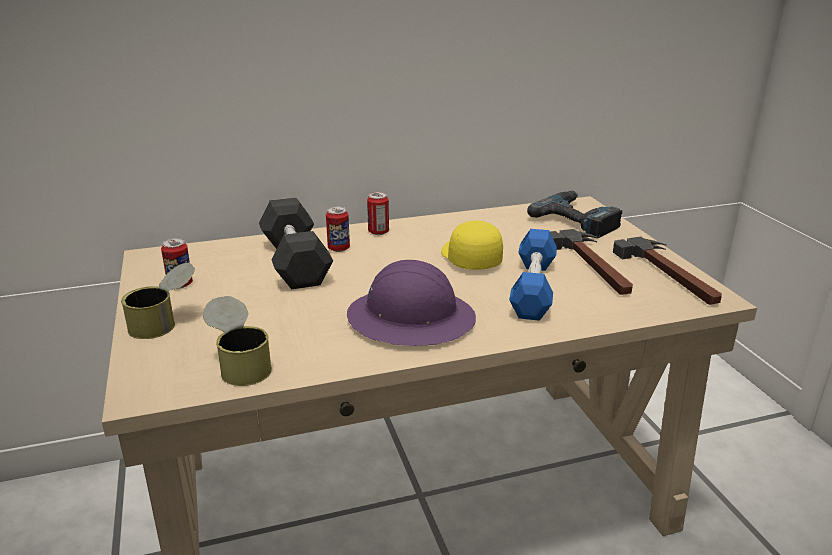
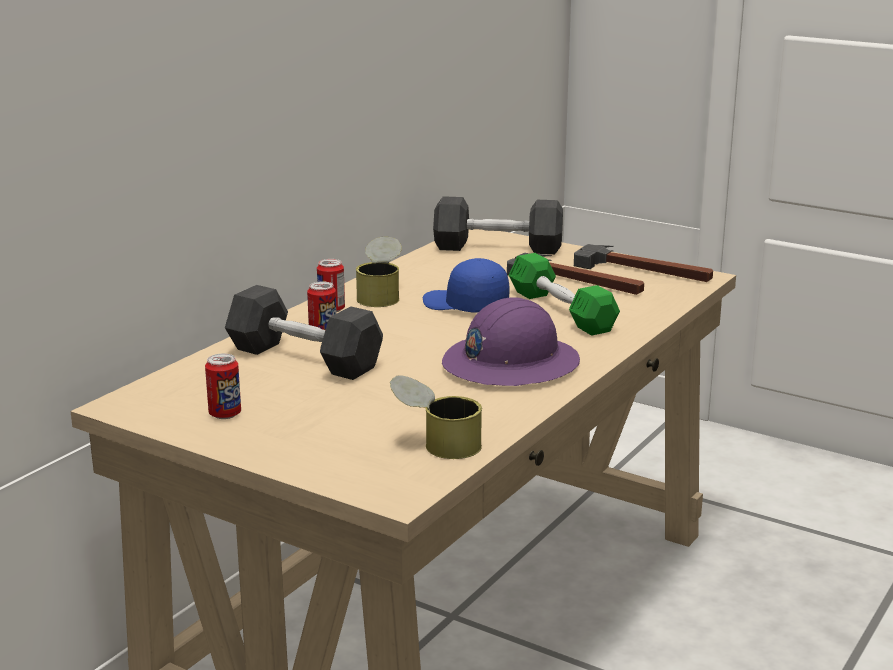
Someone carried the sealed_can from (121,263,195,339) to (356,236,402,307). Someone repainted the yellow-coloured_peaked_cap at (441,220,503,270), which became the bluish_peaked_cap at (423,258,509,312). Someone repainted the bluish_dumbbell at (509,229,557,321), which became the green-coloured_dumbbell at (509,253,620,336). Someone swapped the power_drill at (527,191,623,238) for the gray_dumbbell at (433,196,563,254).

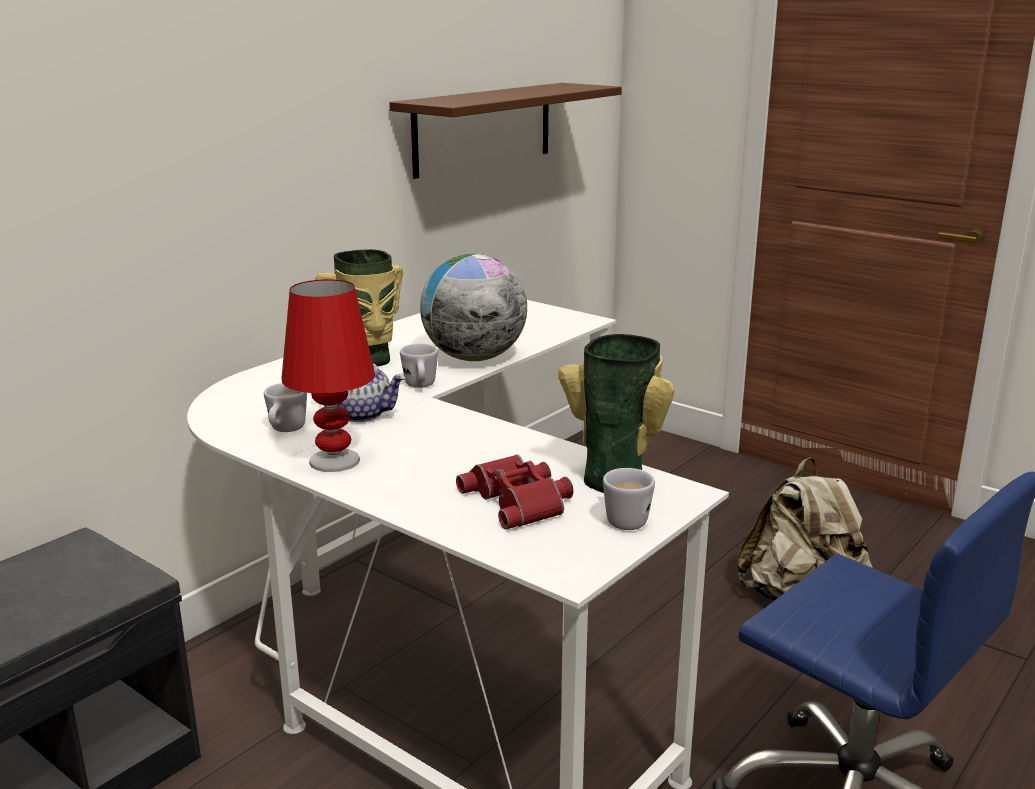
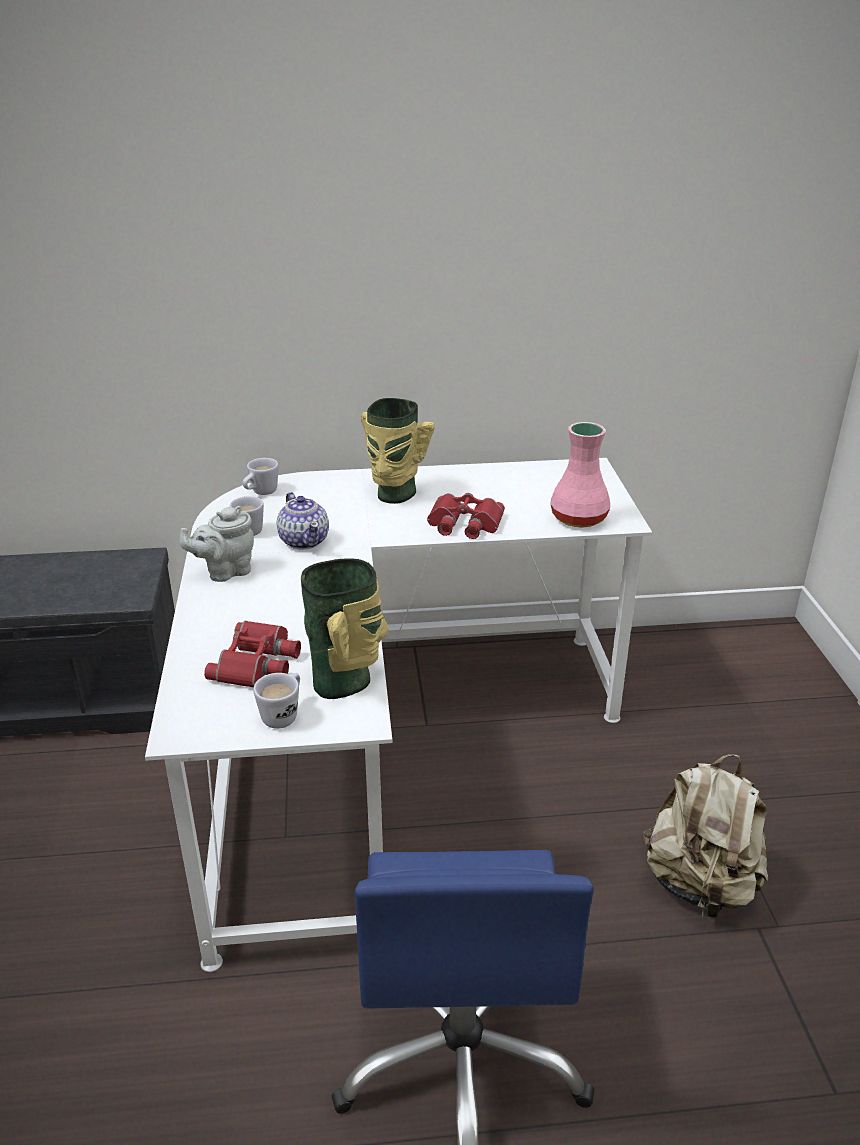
Someone swapped the red_table_lamp at (281,279,375,472) for the gray_tea_pot at (180,506,254,582). Someone took away the brown_bracket_shelf at (389,83,622,179). Someone carried the white-coloured_tea_mug from (400,344,438,388) to (243,458,279,495). Someone swapped the desk_globe at (420,254,527,361) for the red_binoculars at (427,493,505,539). Someone put down the pink-coloured_decorative_vase at (550,422,610,528).

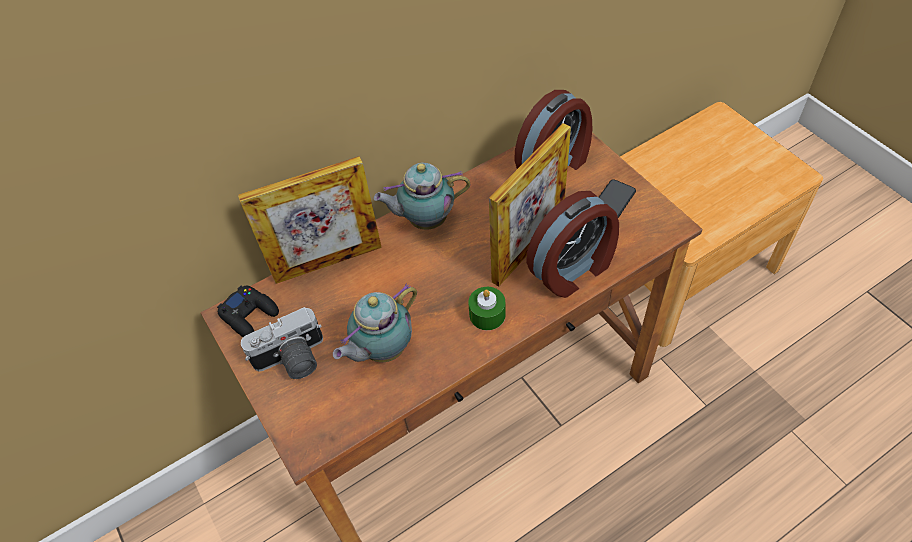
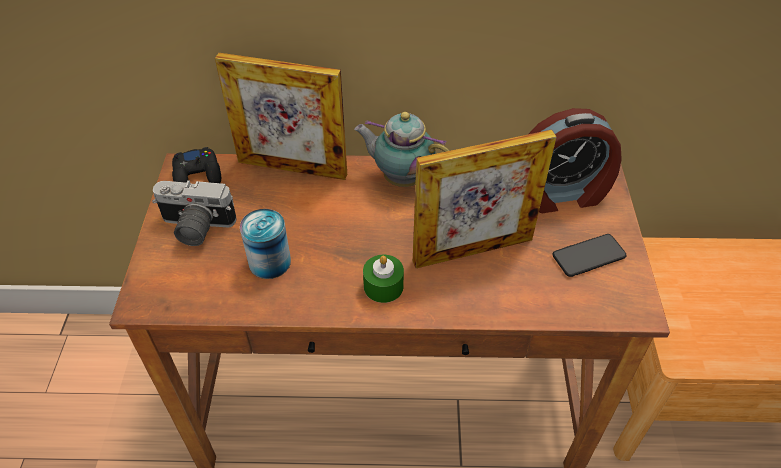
Someone swapped the tea_pot at (333,283,417,362) for the sealed_can at (240,209,291,279). Someone took away the bedside_clock at (526,191,619,298).

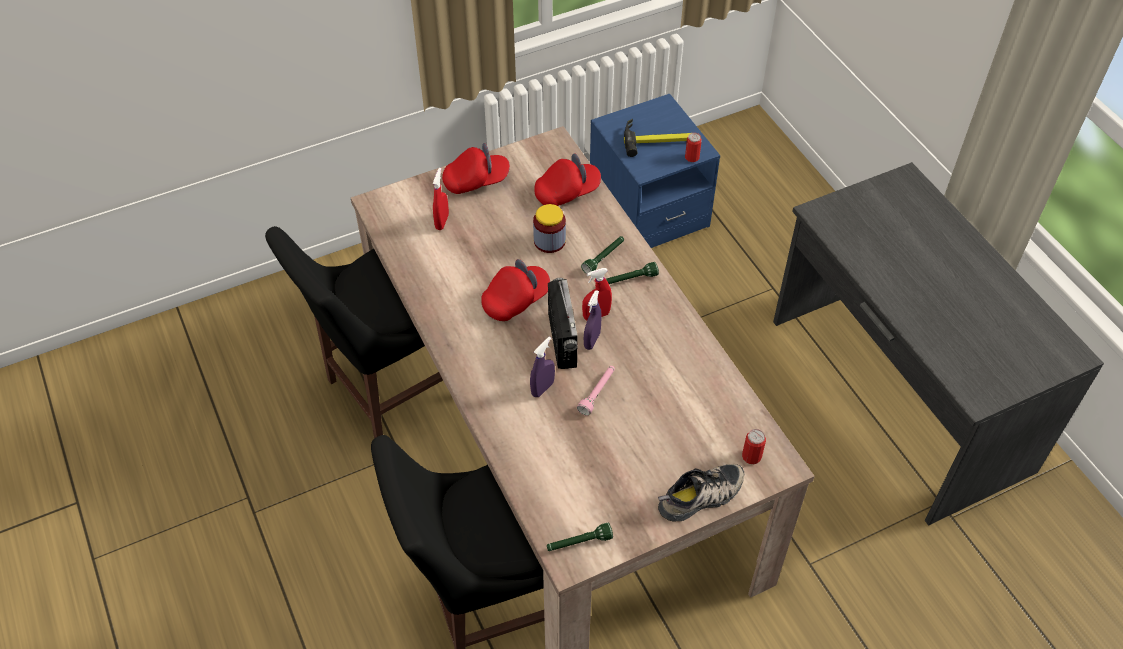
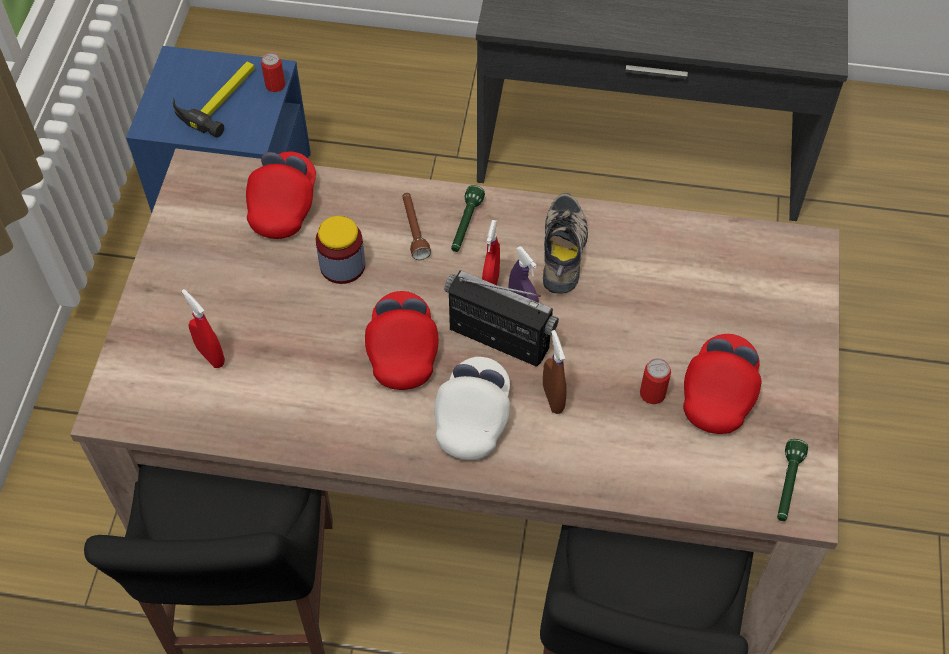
Someone carried the red_peaked_cap from (442,143,510,194) to (683,334,761,434). Someone repainted the purplish_spray_bottle at (530,337,555,397), which became the brown_spray_bottle at (543,330,567,414). Someone took away the pink-coloured_hand_torch at (577,366,615,416). Someone repainted the green-coloured_hand_torch at (581,236,624,274), which became the brown_hand_torch at (402,193,431,260). Someone carried the low_shoe from (658,464,744,522) to (543,193,588,294). Someone carried the sealed_can from (742,429,766,464) to (640,358,671,404). Someone put down the white-coloured_peaked_cap at (434,357,510,460).

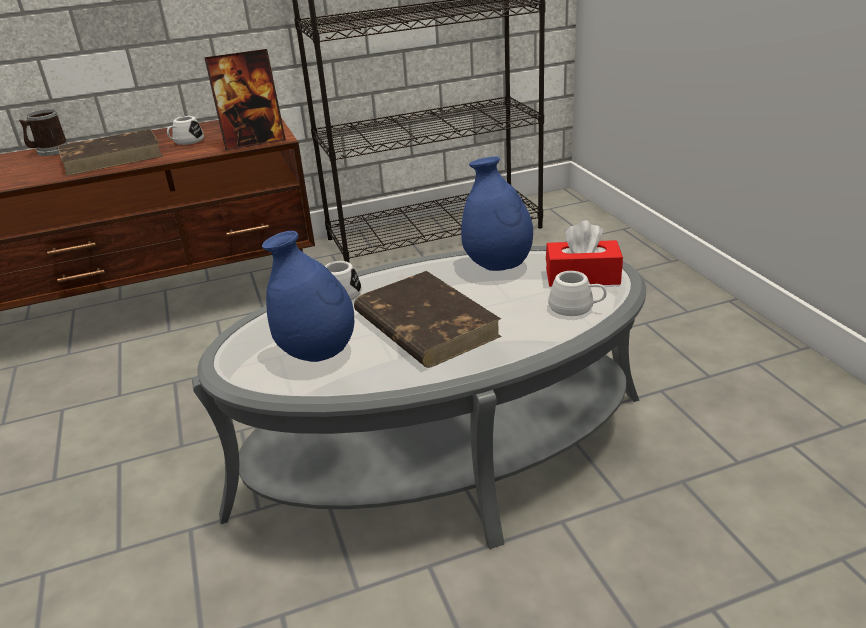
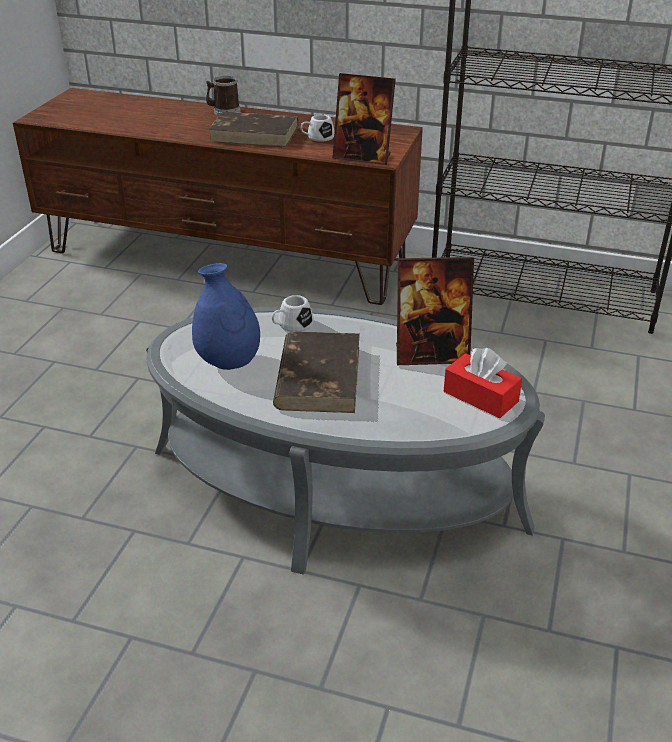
Someone swapped the bluish_decorative_vase at (461,156,533,271) for the picture_frame at (396,257,474,365). Someone took away the white-coloured_tea_mug at (548,271,607,316).

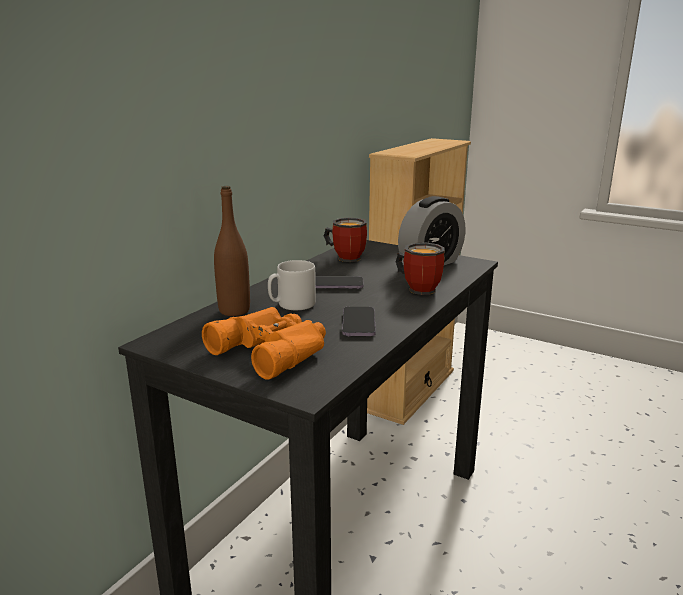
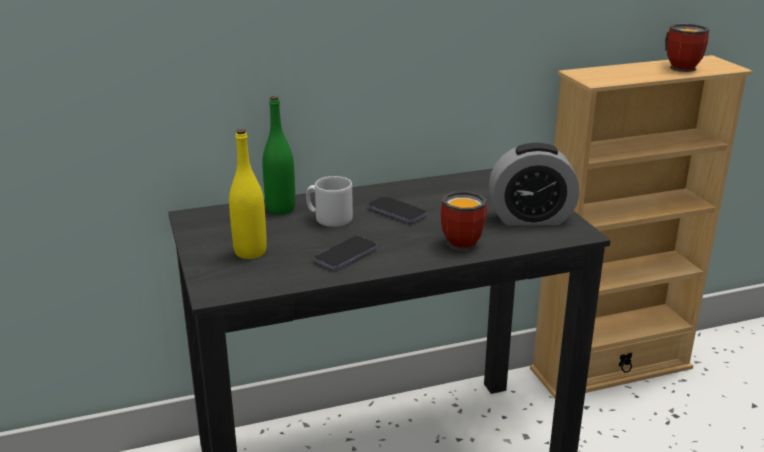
Someone swapped the orange_binoculars at (202,307,326,380) for the yellow-coloured_beverage_bottle at (229,129,267,259). Someone repainted the brown_beverage_bottle at (214,186,250,316), which became the green-coloured_beverage_bottle at (262,96,295,215). Someone carried the tea_mug from (324,218,367,262) to (665,24,710,72).

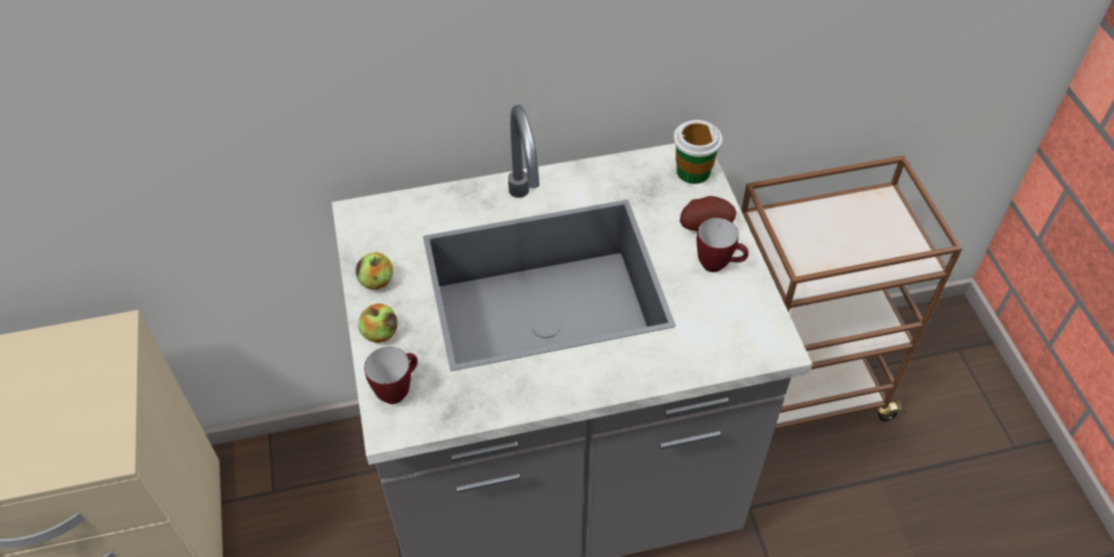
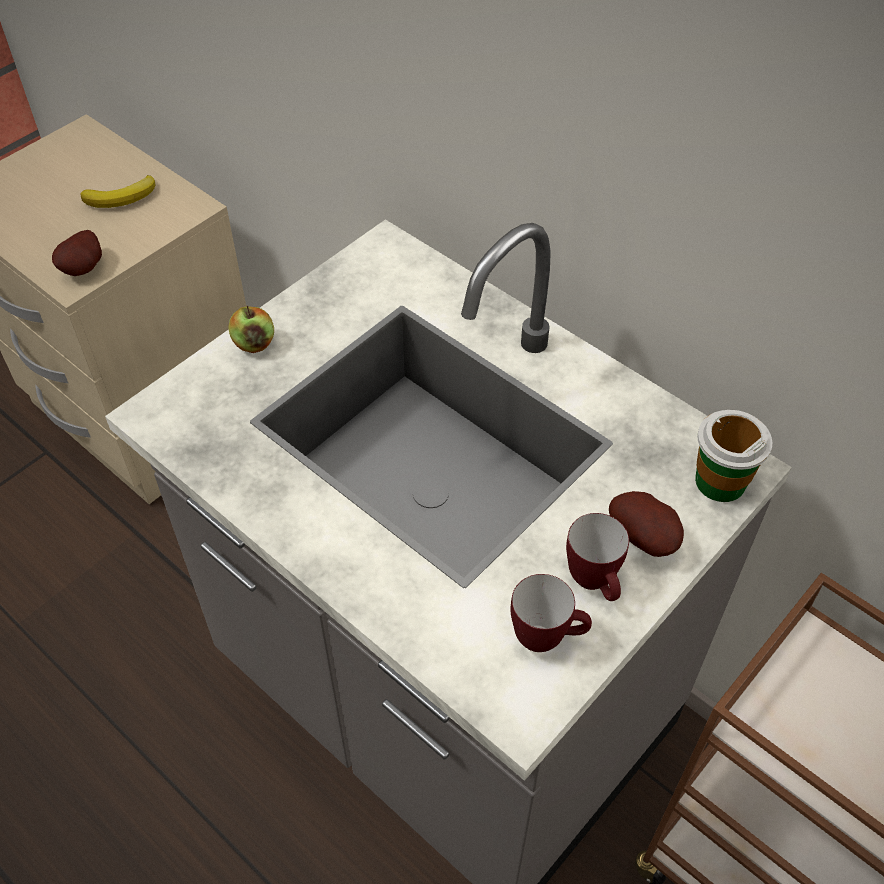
Someone took away the whole_apple at (356,252,393,289). Someone carried the tea_mug from (364,347,418,404) to (511,574,592,652). Someone put down the spud at (52,230,102,276). Someone put down the whole_banana at (81,175,155,208).

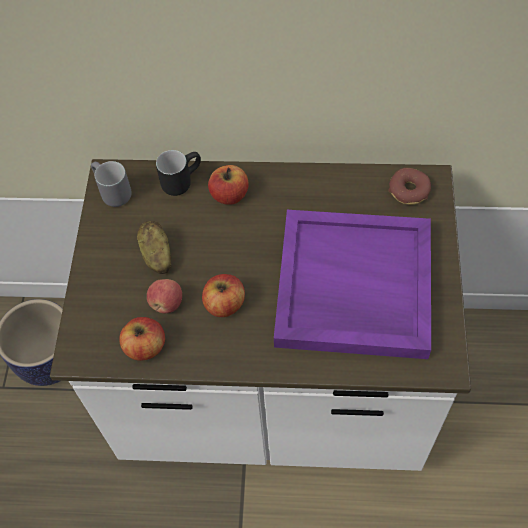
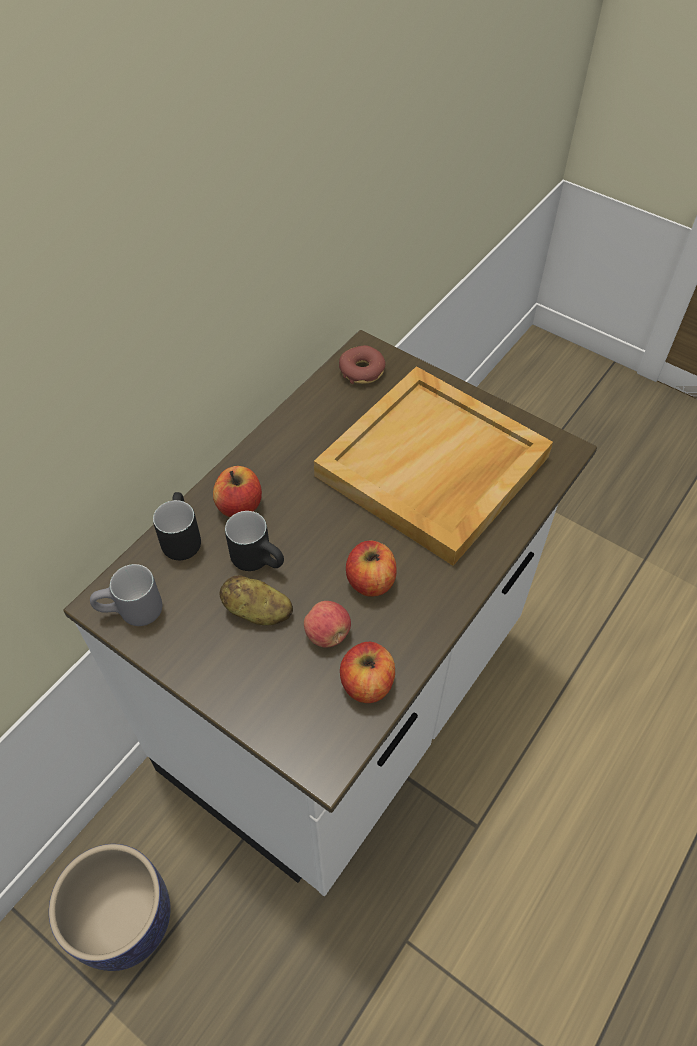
Someone repainted the purplish_serving_tray at (274,210,431,359), which became the beige_serving_tray at (314,366,553,566). Someone put down the black-coloured_tea_mug at (225,511,284,571).

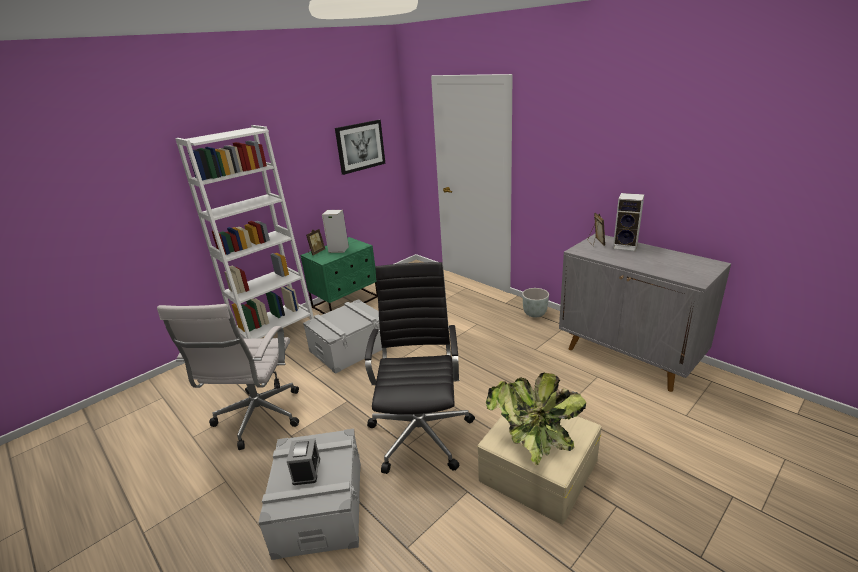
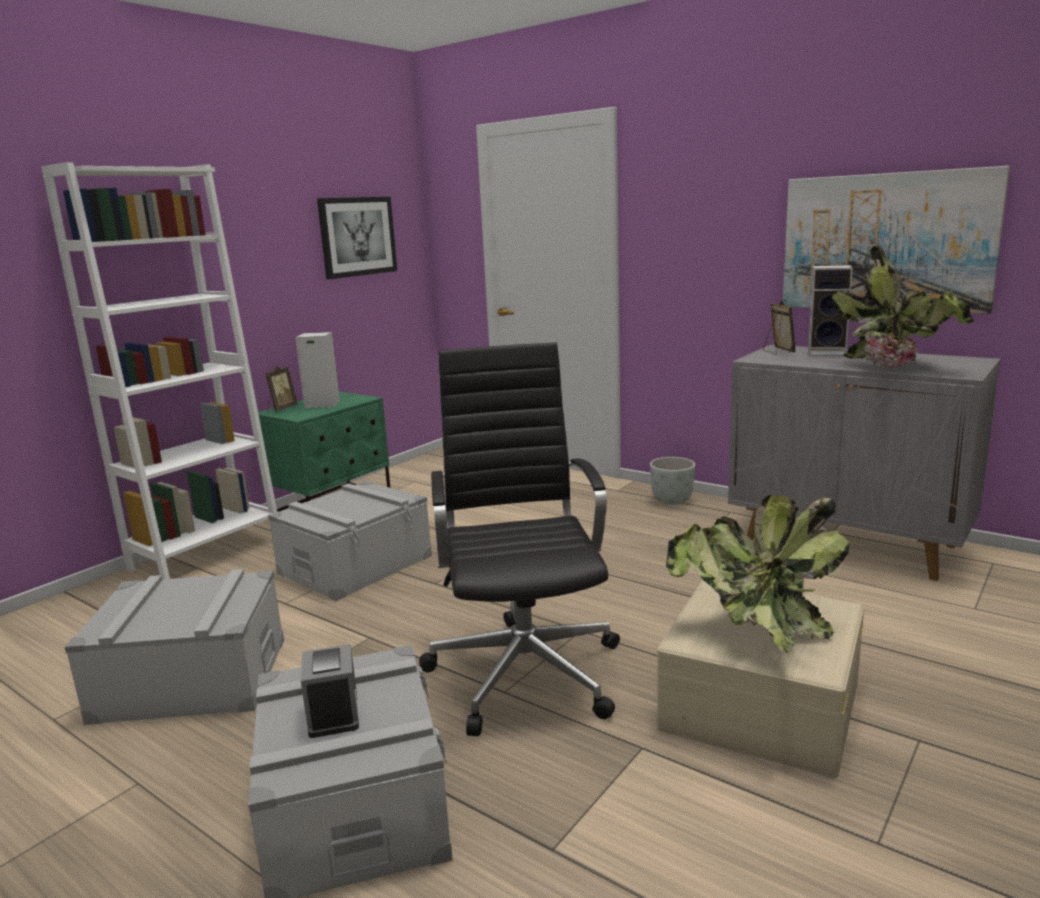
Someone swapped the white-coloured_desk_chair at (157,304,299,450) for the gray_storage_box at (65,569,284,725). Someone put up the wall_art at (783,166,1010,314). Someone put down the houseplant at (832,245,974,369).

